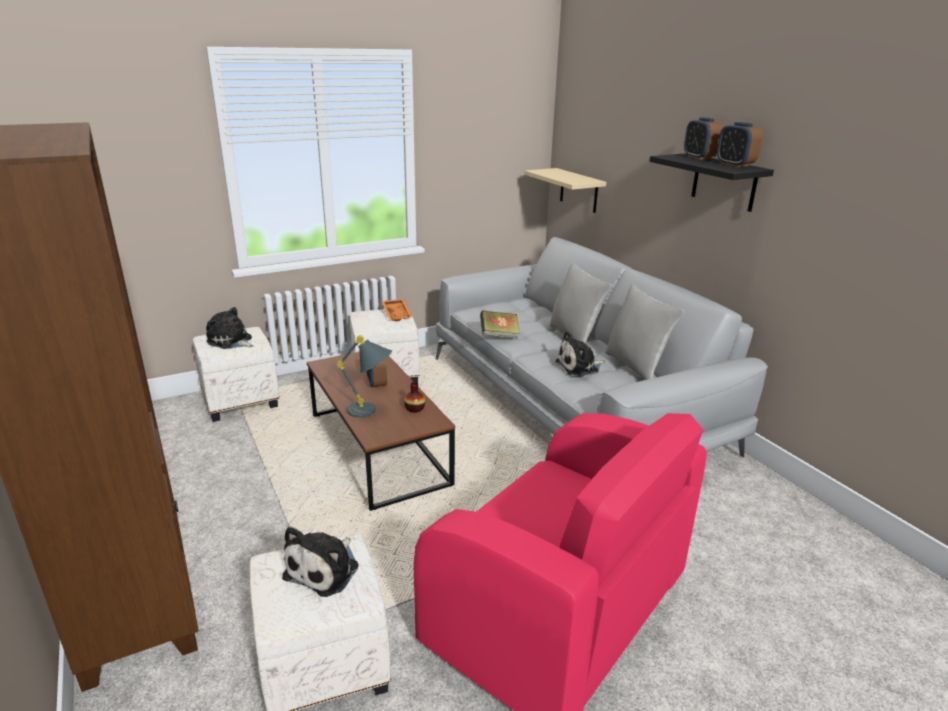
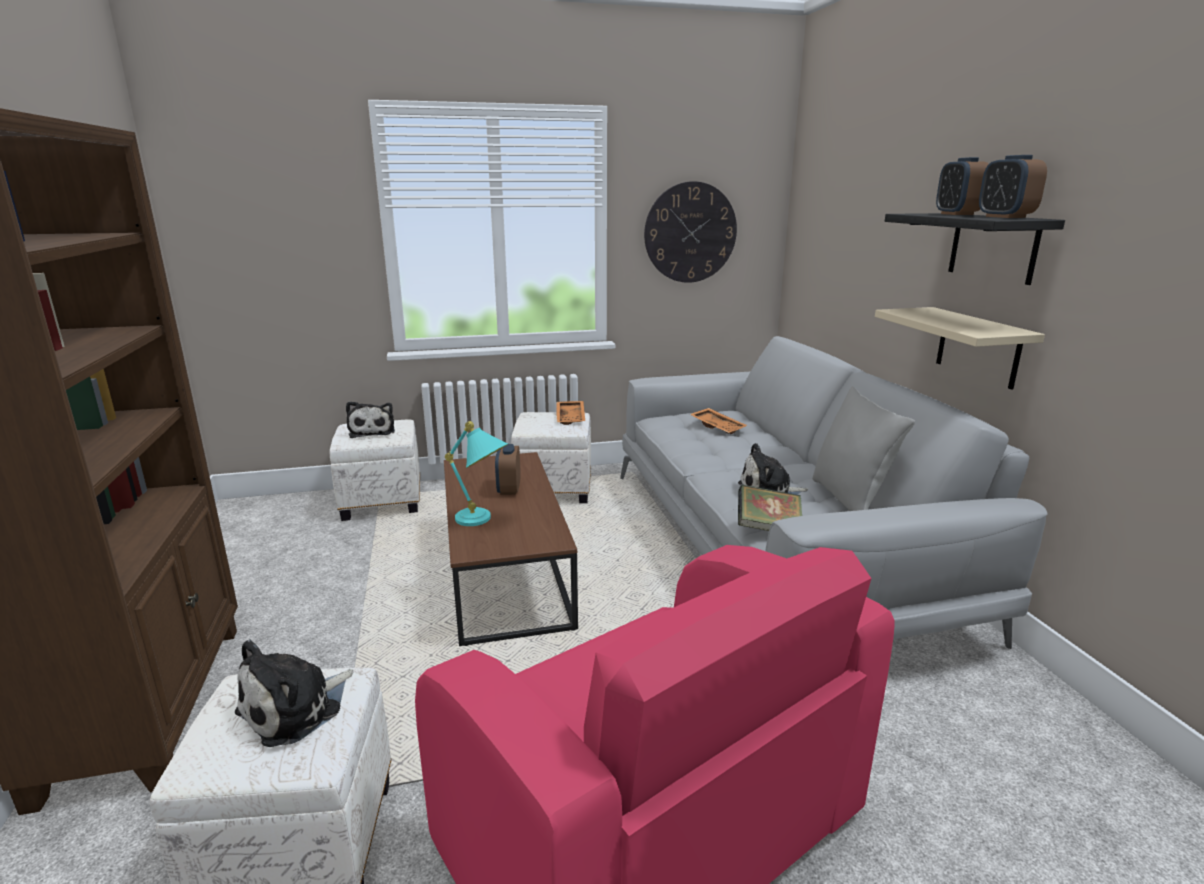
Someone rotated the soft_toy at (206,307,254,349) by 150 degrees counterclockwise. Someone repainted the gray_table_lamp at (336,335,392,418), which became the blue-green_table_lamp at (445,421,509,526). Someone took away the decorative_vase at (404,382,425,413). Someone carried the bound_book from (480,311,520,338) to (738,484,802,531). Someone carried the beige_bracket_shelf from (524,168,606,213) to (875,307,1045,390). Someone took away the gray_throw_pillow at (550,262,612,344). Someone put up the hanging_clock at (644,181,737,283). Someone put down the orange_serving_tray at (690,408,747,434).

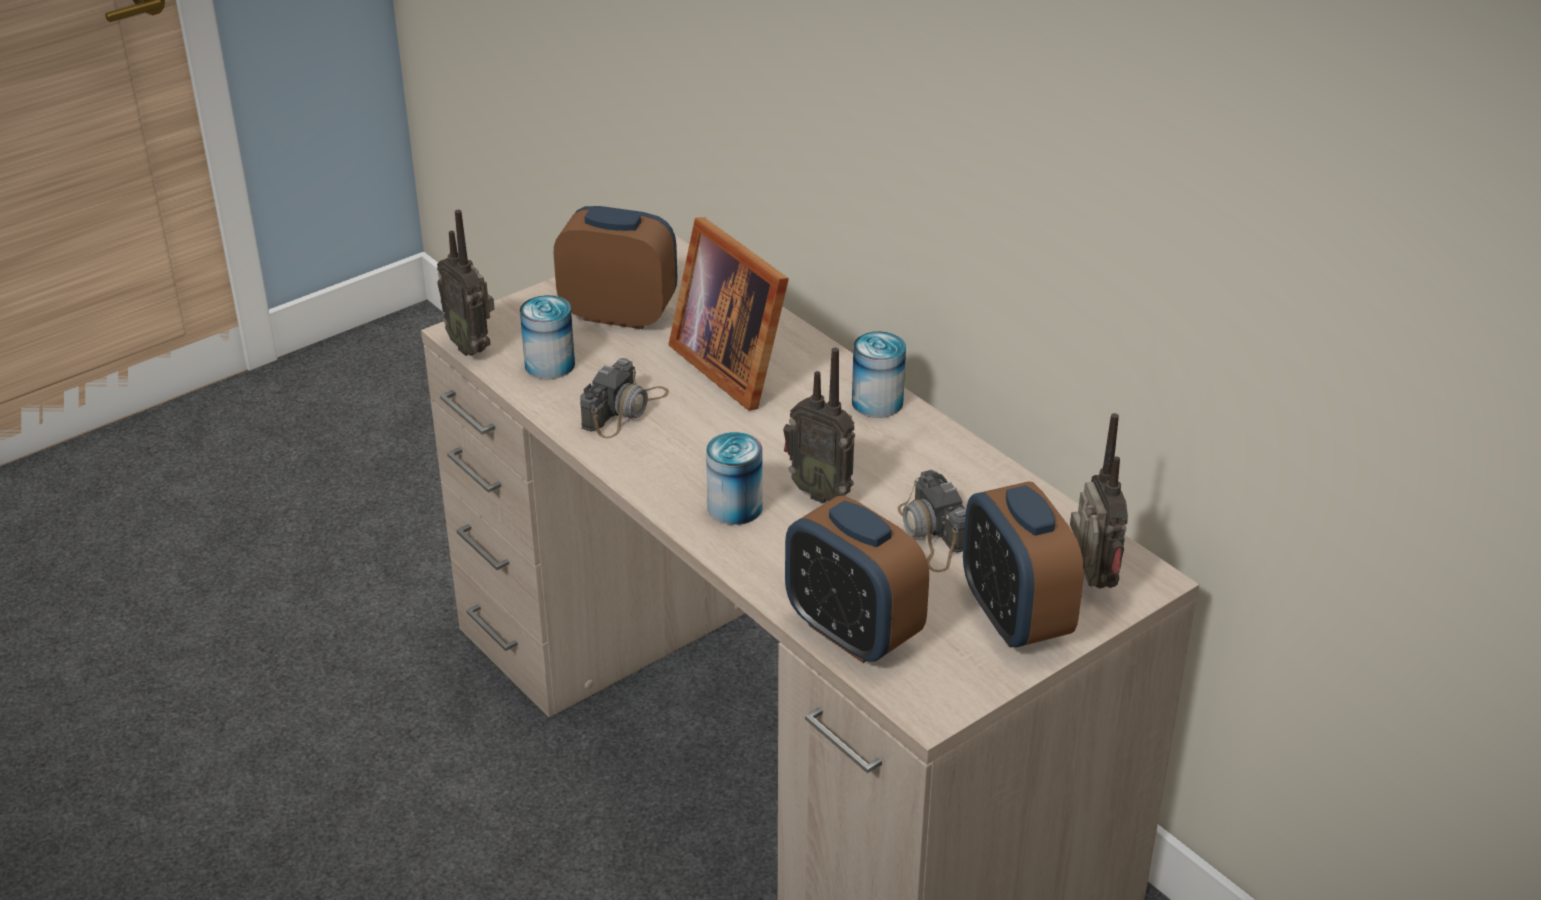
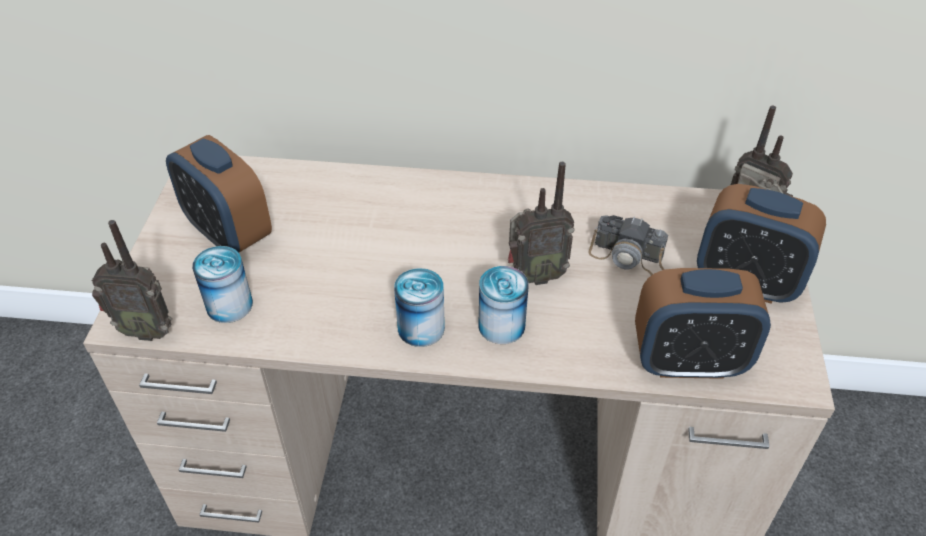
Someone rotated the bedside_clock at (554,206,677,329) by 105 degrees counterclockwise. Someone took away the photo_camera at (580,358,669,438). Someone took away the picture_frame at (668,217,789,410). Someone carried the sealed_can from (852,331,906,418) to (394,268,445,347).

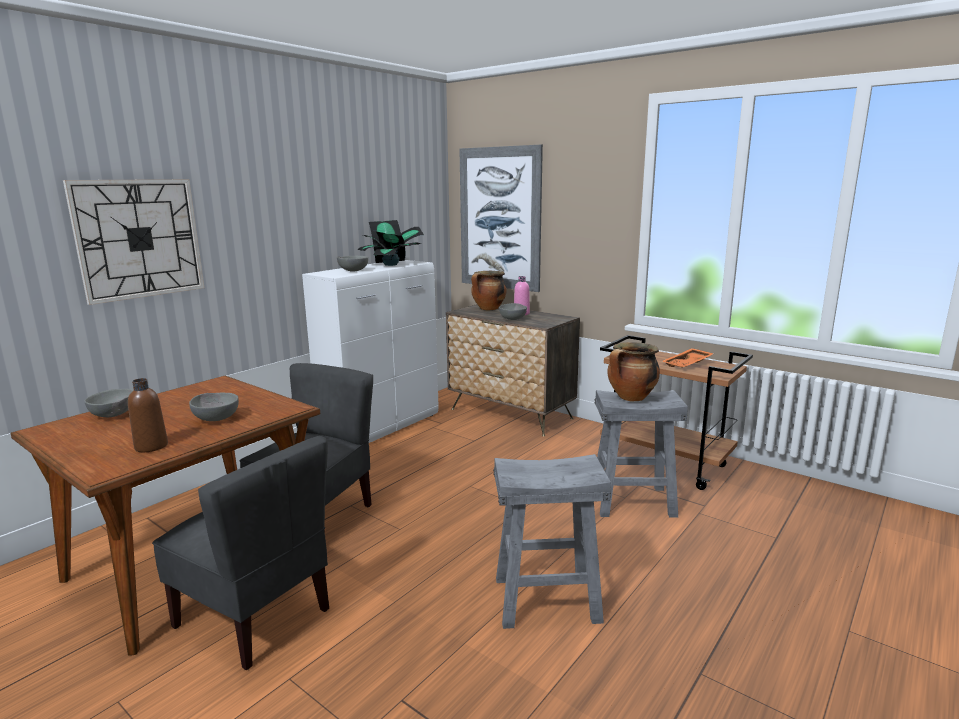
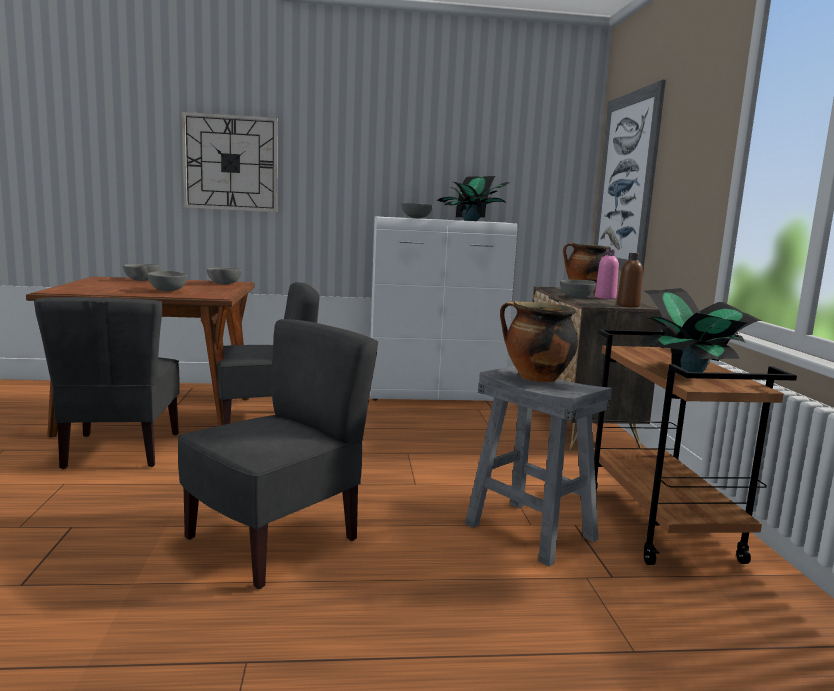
Someone carried the brown_beverage_bottle from (128,378,168,452) to (617,253,643,308). Someone swapped the gray_stool_seat at (493,454,611,629) for the gray_plain_chair at (178,319,378,589). Someone swapped the orange_serving_tray at (662,348,714,368) for the houseplant at (640,288,762,372). Someone put down the gray_bowl at (207,268,242,285).

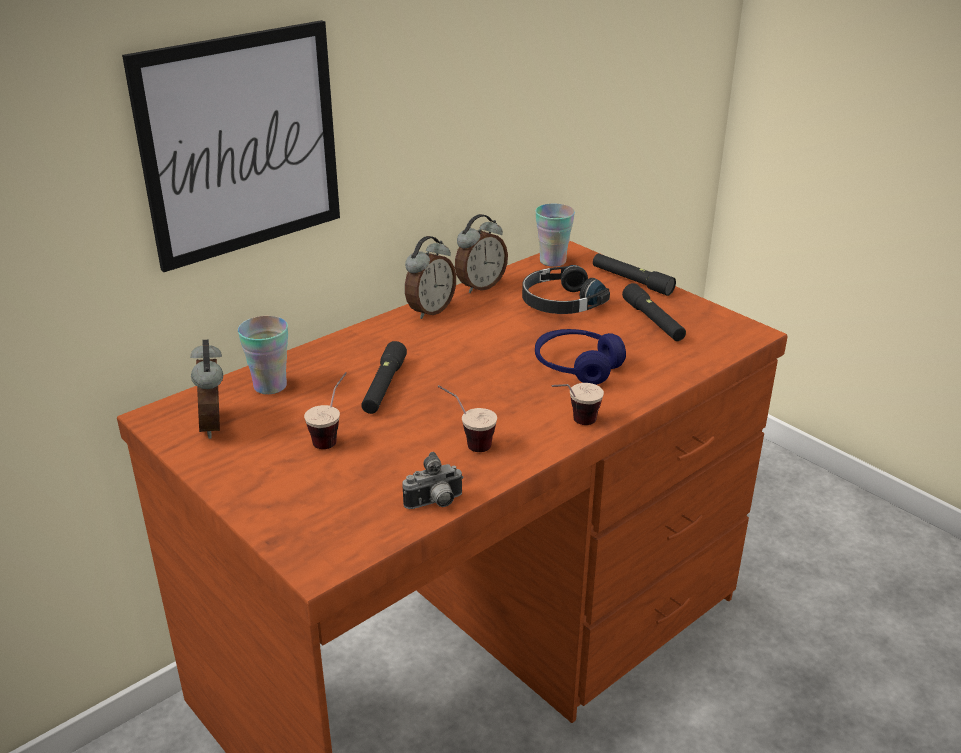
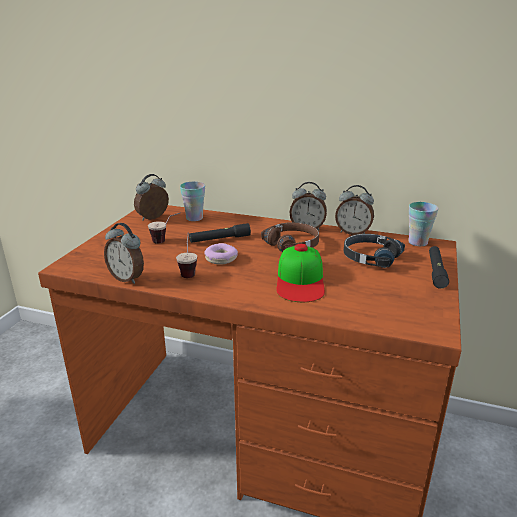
Someone took away the wall_art at (122,20,340,272). Someone swapped the photo_camera at (402,452,464,509) for the bedside_clock at (104,223,144,284). Someone swapped the bluish_headphones at (535,329,626,385) for the peaked_cap at (276,244,325,302). Someone took away the small_cup at (551,383,604,425). Someone took away the black-coloured_hand_torch at (622,283,686,341). Someone put down the doughnut at (205,243,238,265). Someone put down the brown_headphones at (261,222,319,252).

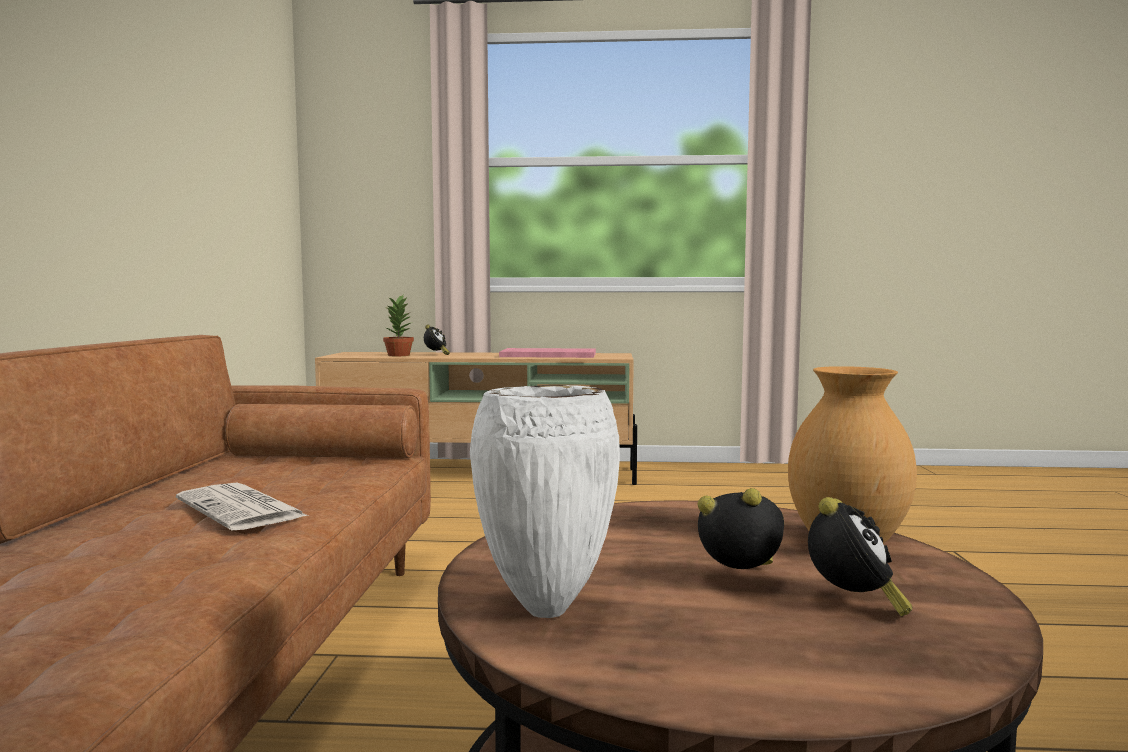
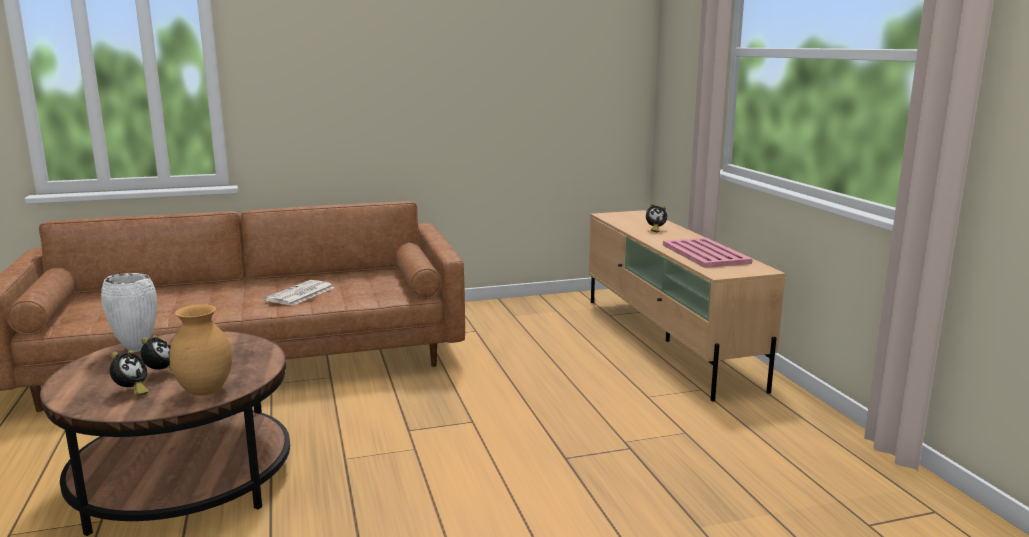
Someone took away the houseplant at (383,295,414,356). Someone rotated the bedside_clock at (808,497,912,617) by 75 degrees counterclockwise.

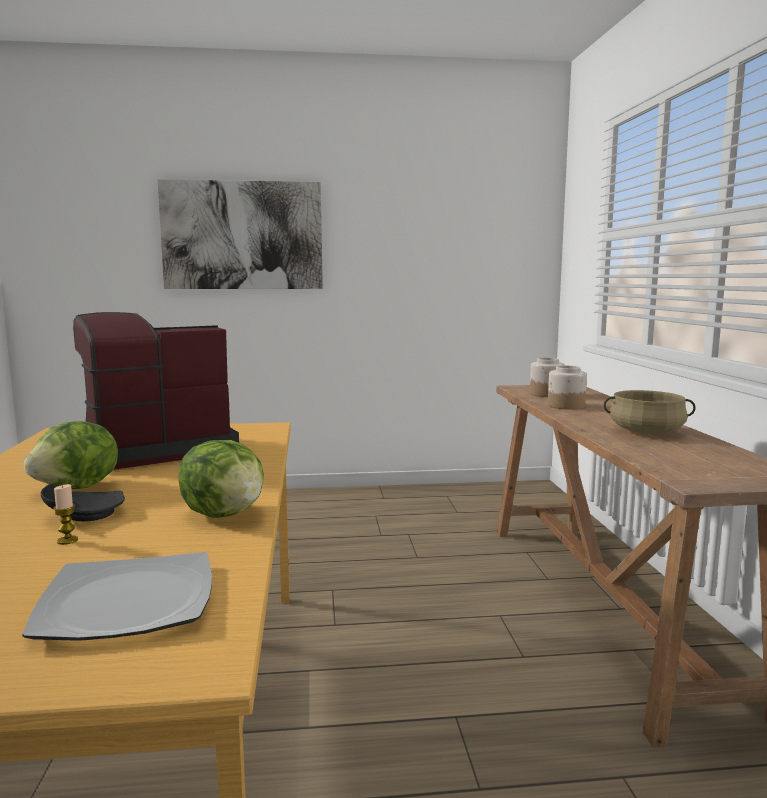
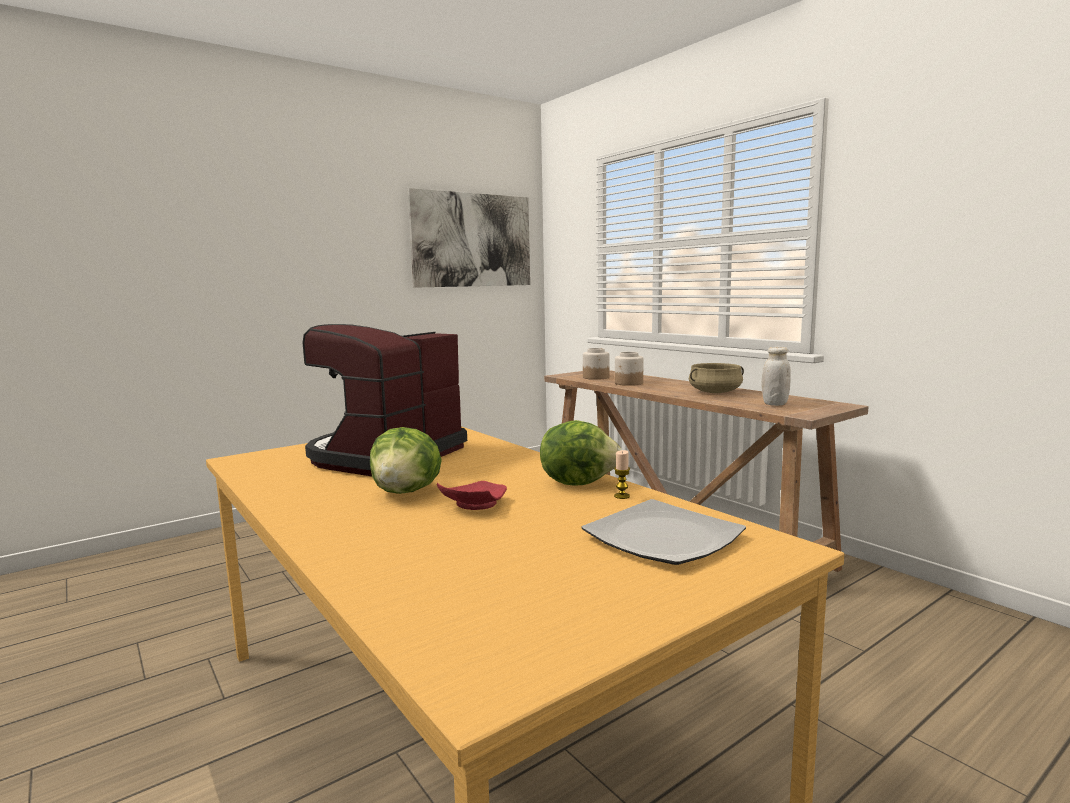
Someone repainted the black-coloured_flat_dish at (41,484,125,522), which became the red_flat_dish at (437,481,507,510). Someone carried the wax_light from (54,484,78,545) to (614,450,630,499). Someone carried the wall_art from (157,179,323,289) to (408,188,530,288). Someone put down the white-coloured_preserve_jar at (762,347,791,406).

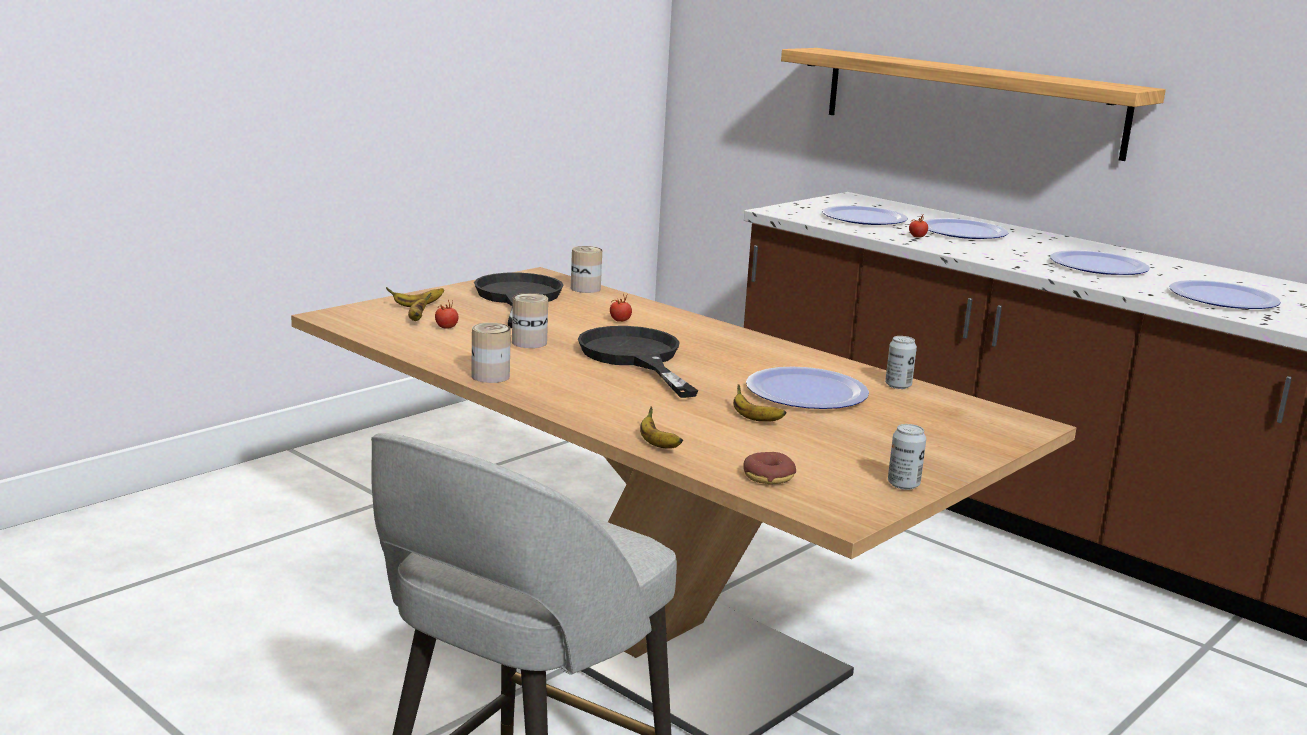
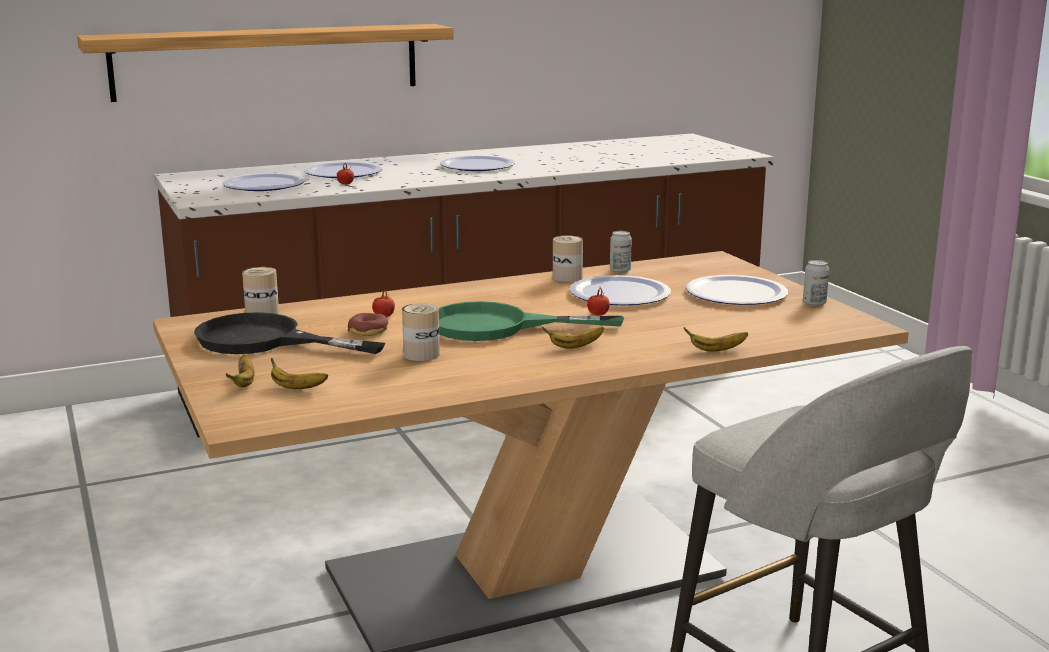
Someone carried the tomato from (435,300,458,329) to (587,288,610,316). Someone carried the sealed_can from (471,322,511,383) to (553,236,583,282). Someone repainted the black-coloured_skillet at (578,326,698,398), which became the green-coloured_skillet at (439,301,624,341). Someone carried the whole_banana from (733,384,787,422) to (542,327,604,349). Someone carried the doughnut from (743,452,796,484) to (348,313,388,336). Someone carried the flat_dish from (1169,280,1281,309) to (686,275,788,305).

